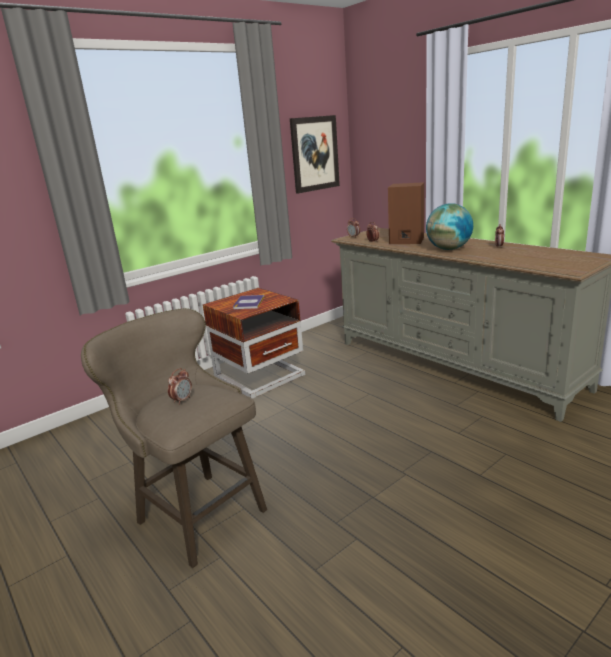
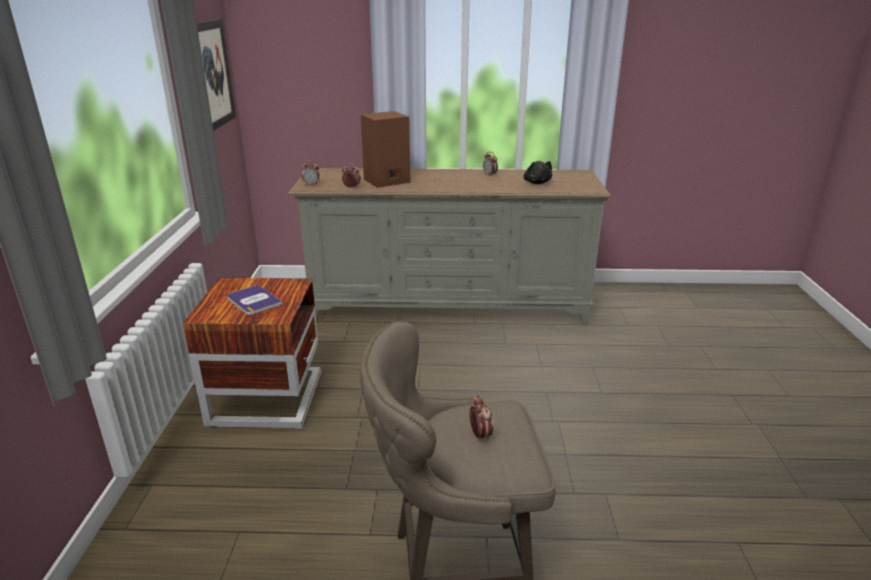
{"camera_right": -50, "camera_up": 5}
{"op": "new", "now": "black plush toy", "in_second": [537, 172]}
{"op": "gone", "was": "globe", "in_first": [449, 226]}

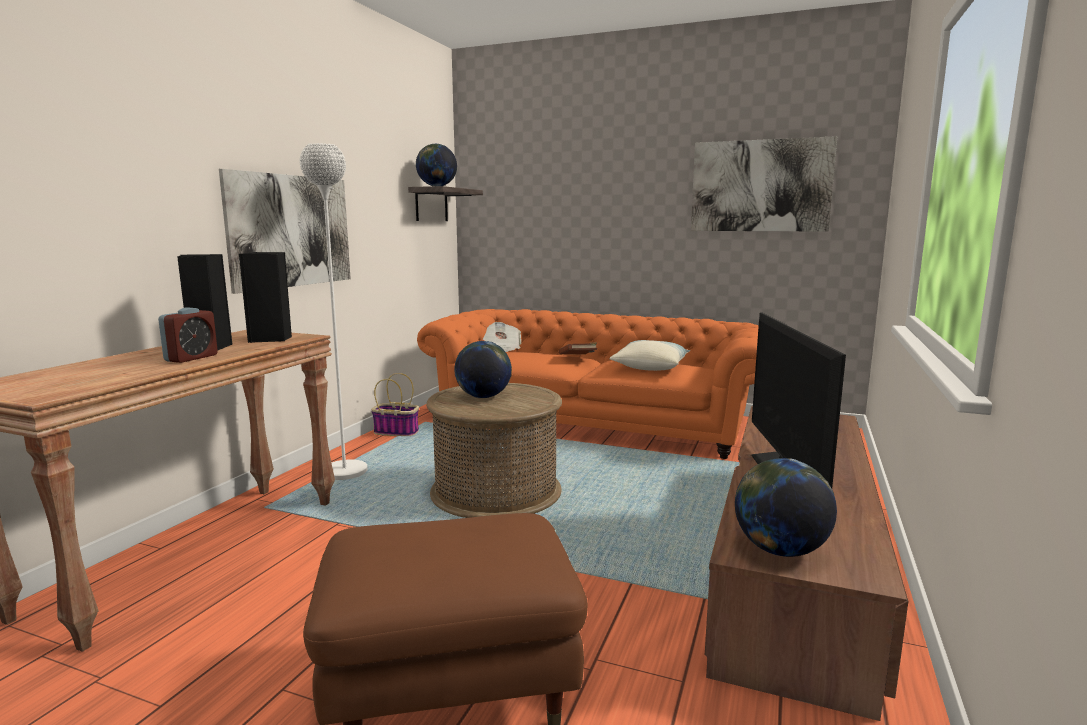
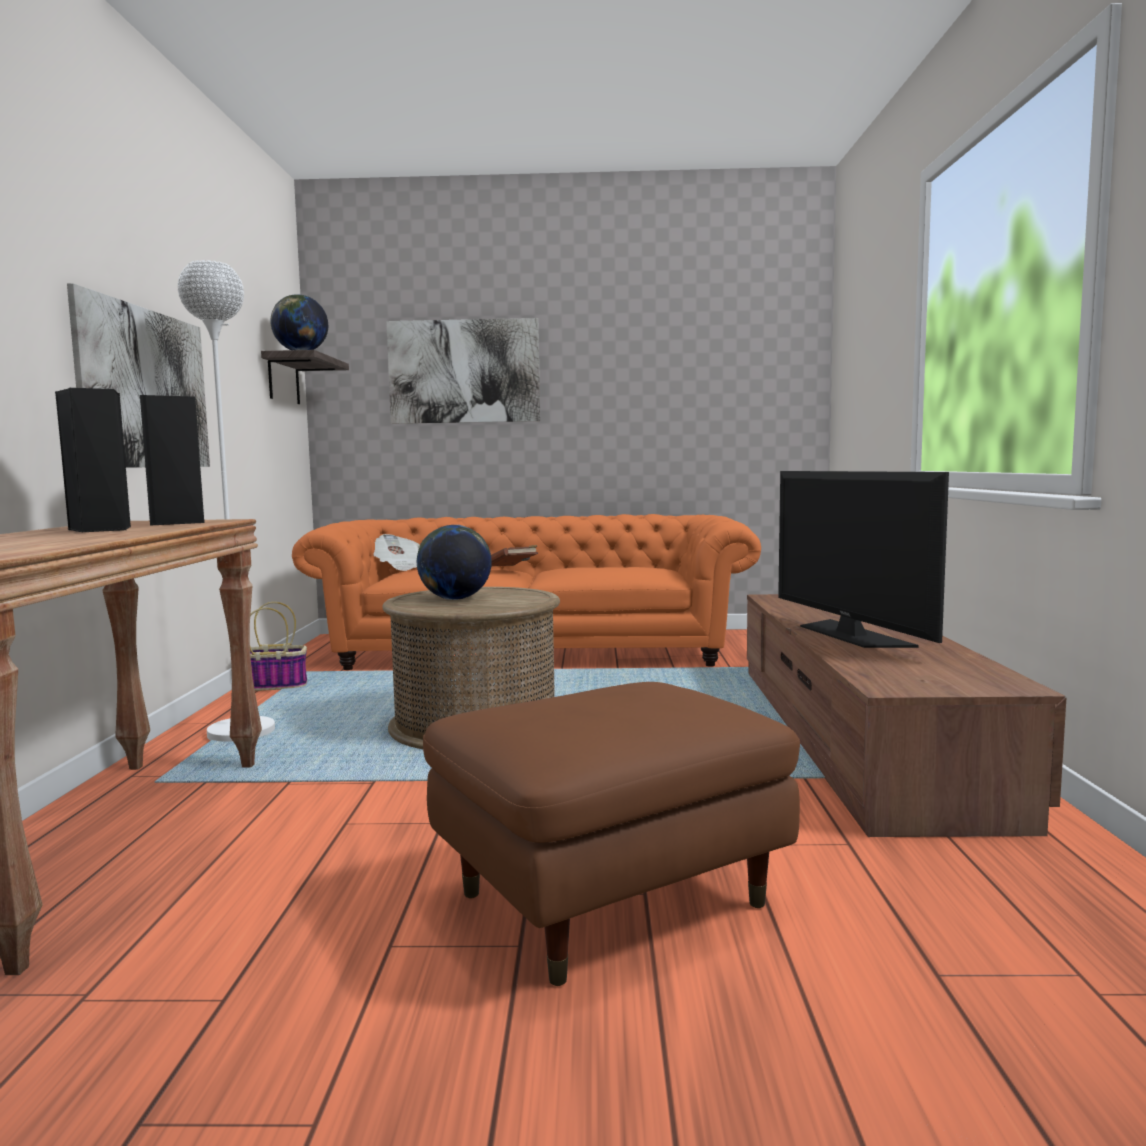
{"camera_right": -20, "camera_up": -5}
{"op": "shifted", "was": "picture", "in_first": [764, 184], "in_second": [463, 371]}
{"op": "gone", "was": "alarm clock", "in_first": [188, 335]}
{"op": "gone", "was": "pillow", "in_first": [649, 355]}
{"op": "gone", "was": "globe", "in_first": [786, 507]}

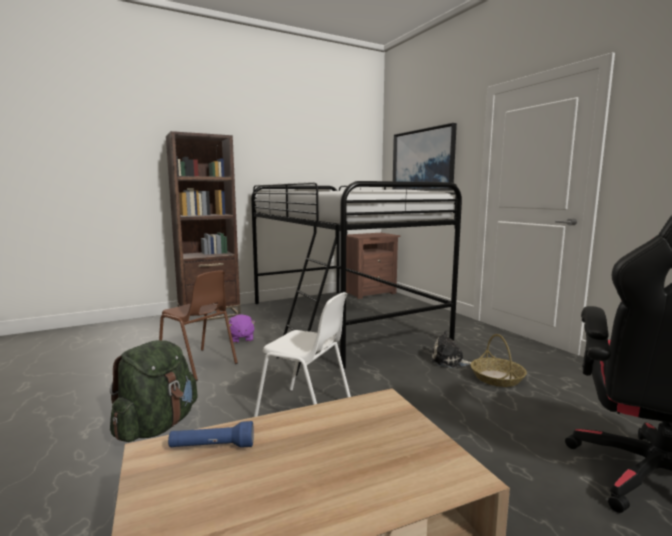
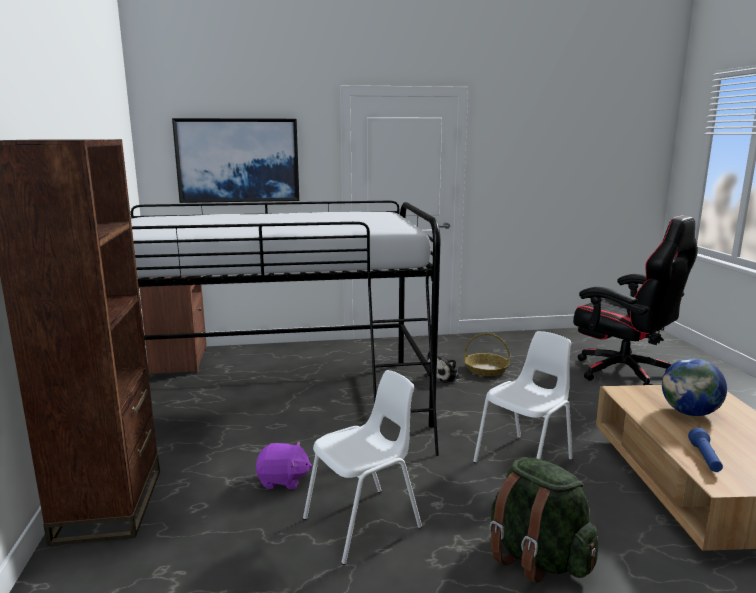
{"camera_right": -70, "camera_up": 5}
{"op": "repainted", "was": "brown chair", "now": "white chair", "in_first": [198, 326], "in_second": [362, 467]}
{"op": "new", "now": "globe", "in_second": [694, 387]}

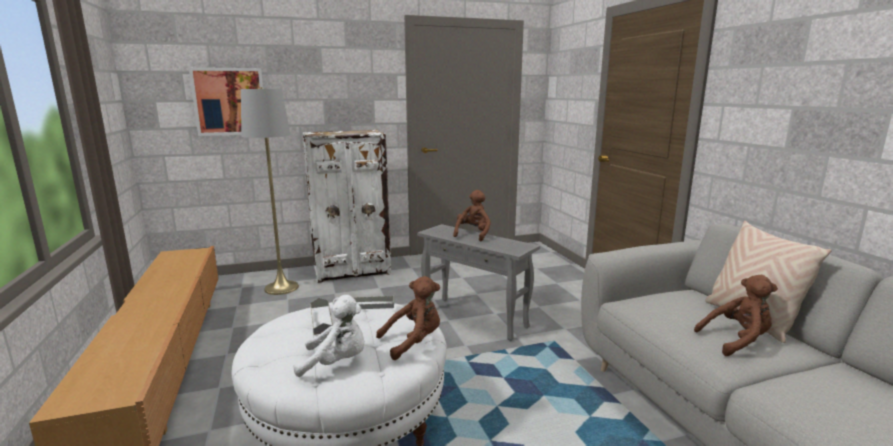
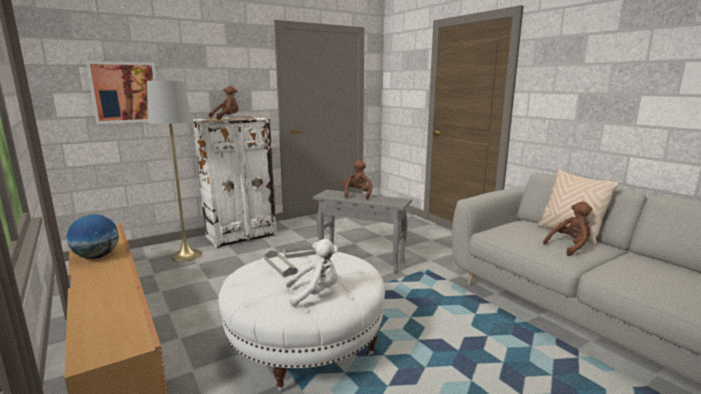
{"camera_right": -15, "camera_up": 0}
{"op": "new", "now": "globe", "in_second": [93, 236]}
{"op": "shifted", "was": "brown plush toy", "in_first": [408, 318], "in_second": [224, 103]}

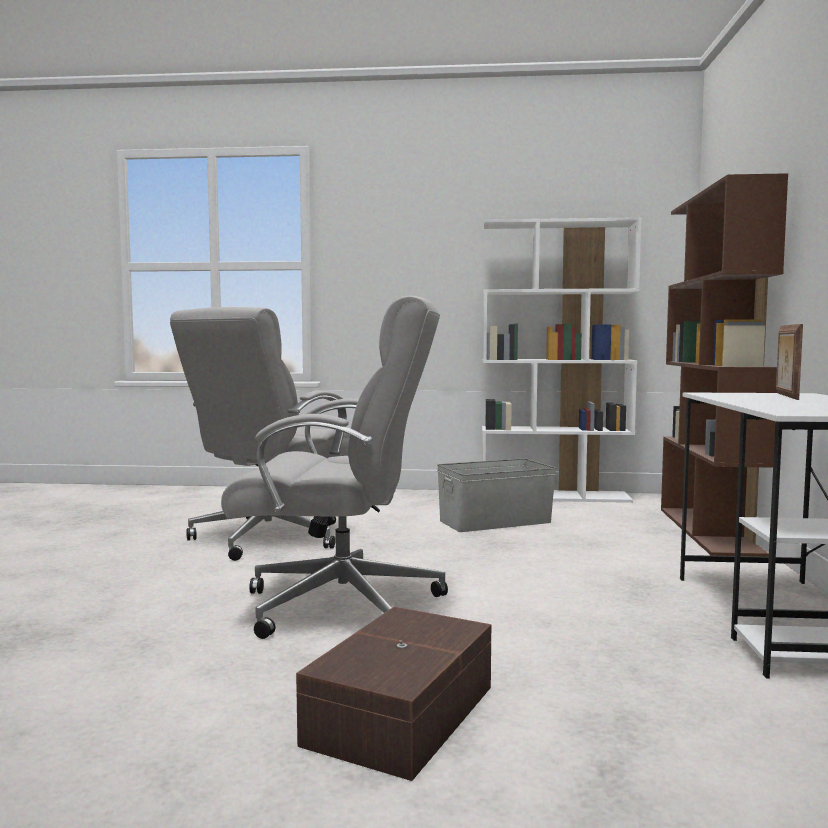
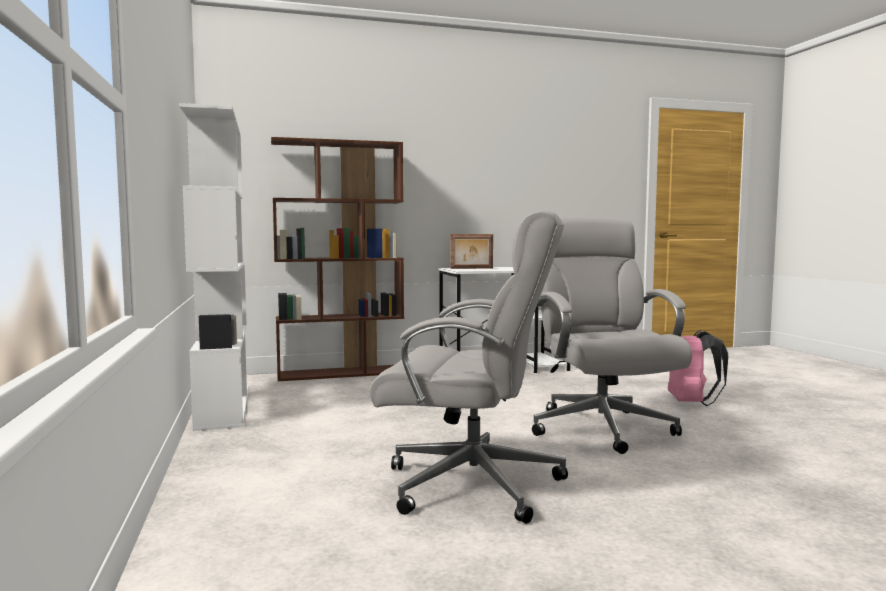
{"camera_right": -110, "camera_up": 0}
{"op": "swapped", "was": "brown storage box", "now": "pink backpack", "in_first": [393, 694], "in_second": [698, 368]}
{"op": "gone", "was": "grey storage box", "in_first": [496, 495]}

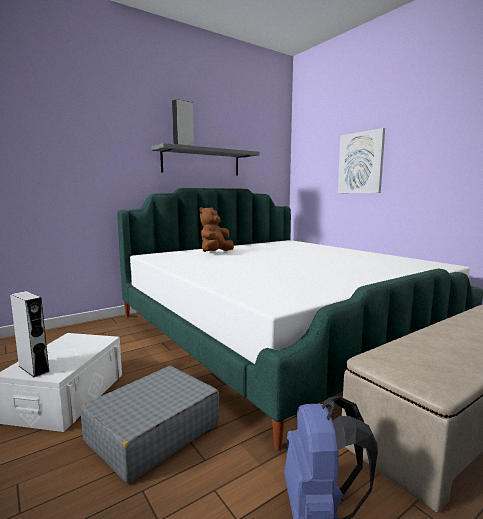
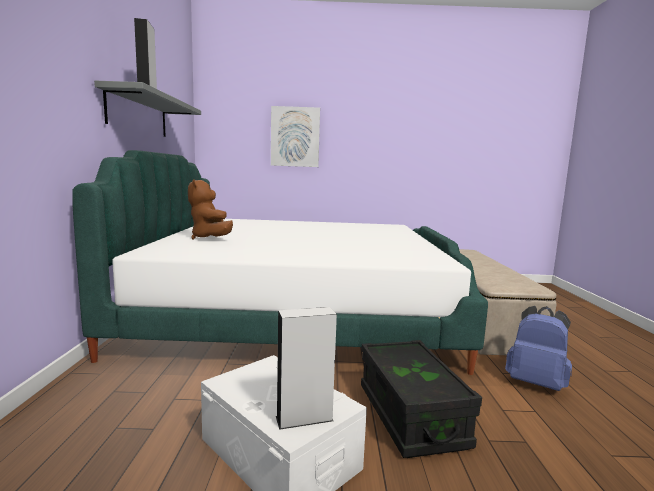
{"camera_right": -55, "camera_up": 0}
{"op": "swapped", "was": "grey suitcase", "now": "black storage box", "in_first": [150, 424], "in_second": [421, 399]}

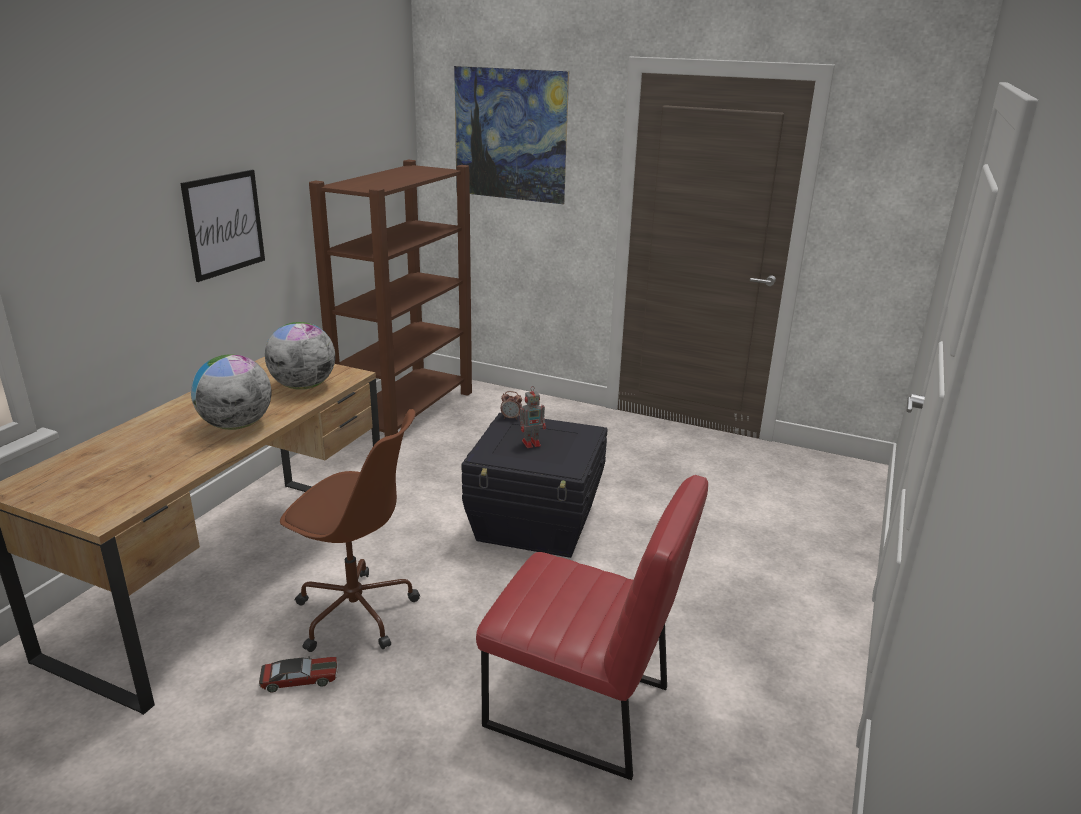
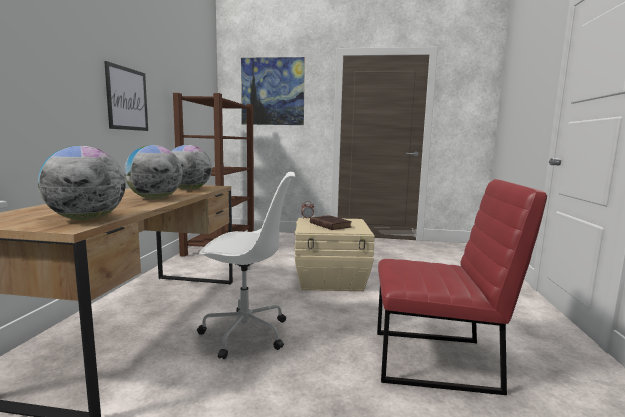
{"camera_right": -15, "camera_up": -15}
{"op": "new", "now": "globe", "in_second": [82, 183]}
{"op": "repainted", "was": "brown office chair", "now": "white office chair", "in_first": [350, 530], "in_second": [246, 265]}
{"op": "repainted", "was": "black storage box", "now": "beige storage box", "in_first": [535, 485], "in_second": [334, 254]}
{"op": "swapped", "was": "toy robot", "now": "brown book", "in_first": [533, 417], "in_second": [331, 222]}
{"op": "gone", "was": "toy car", "in_first": [298, 674]}

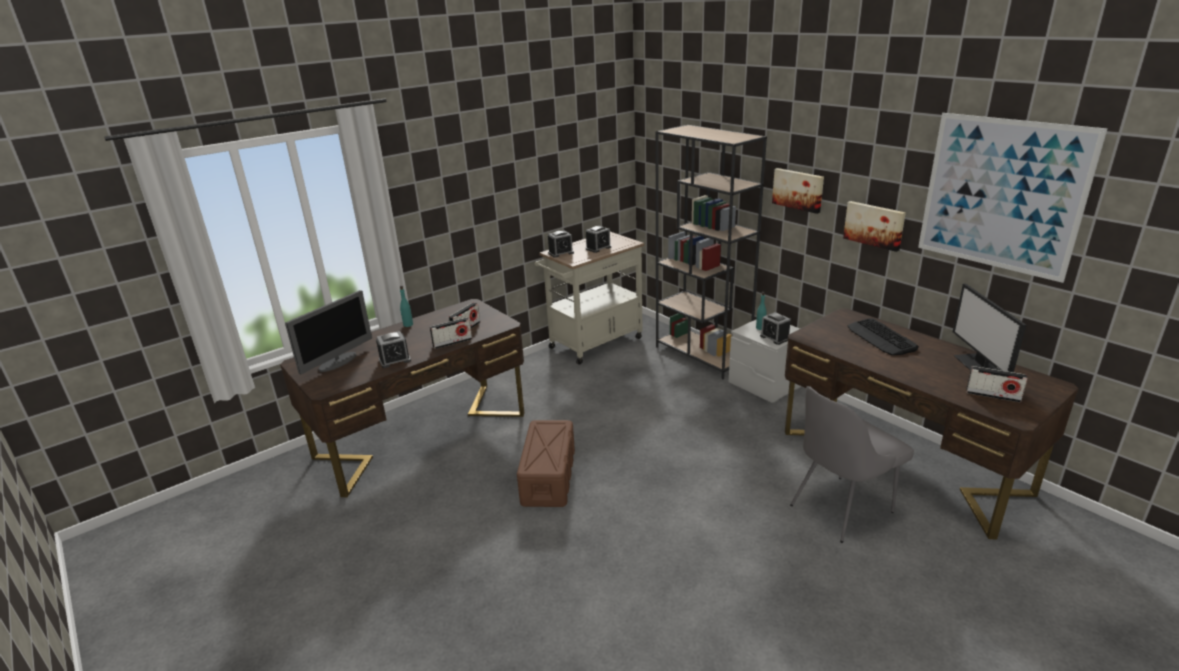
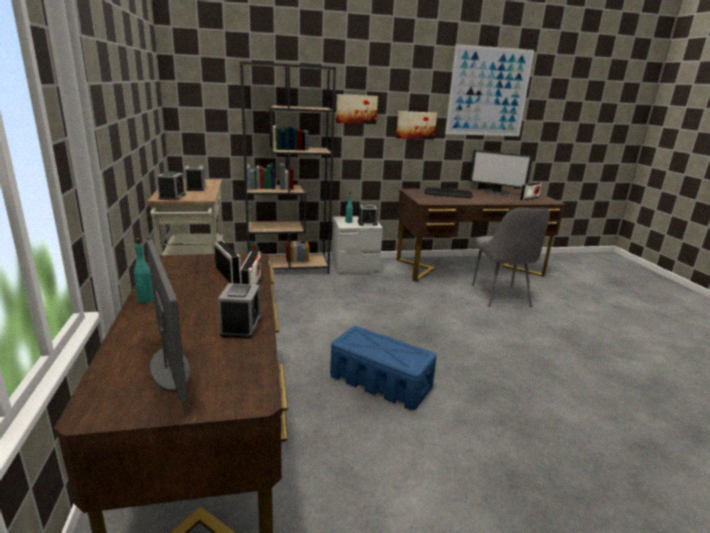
{"camera_right": -65, "camera_up": -5}
{"op": "repainted", "was": "brown storage box", "now": "blue storage box", "in_first": [546, 463], "in_second": [383, 368]}

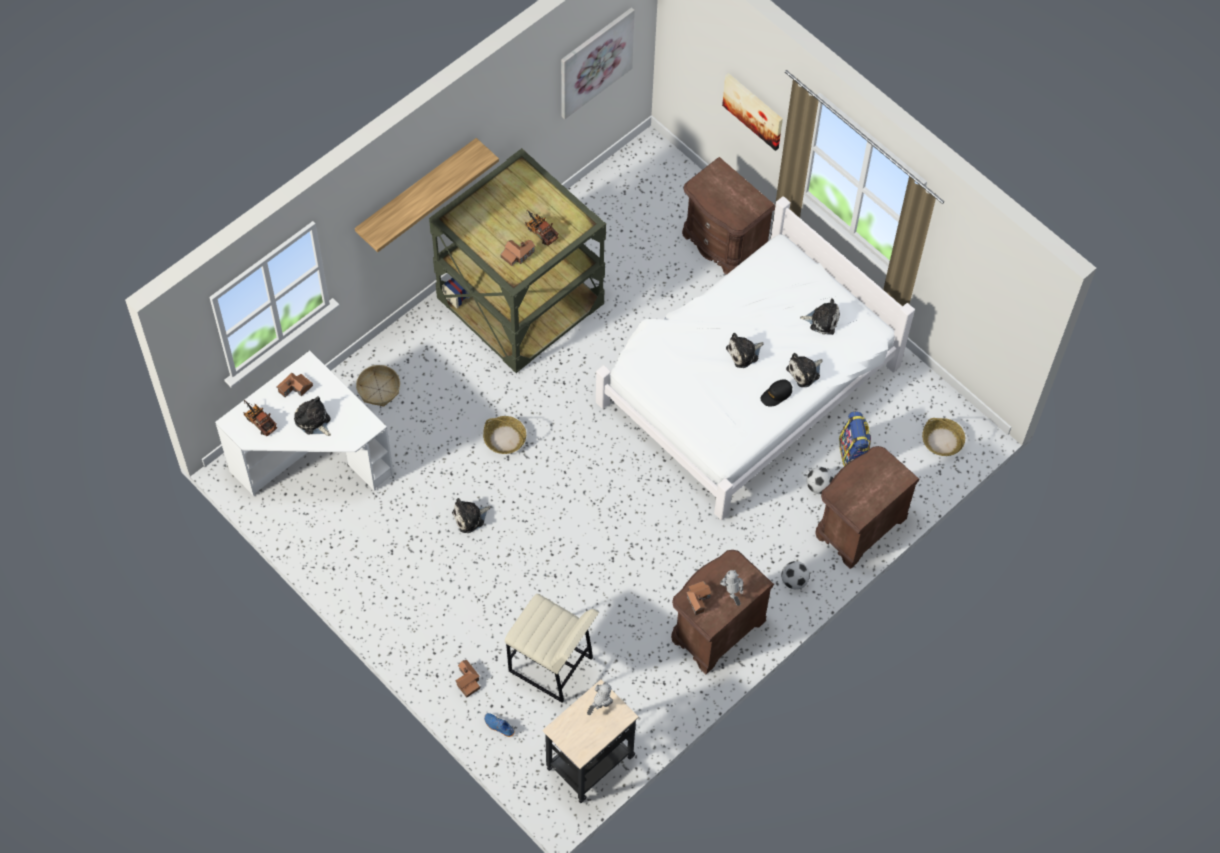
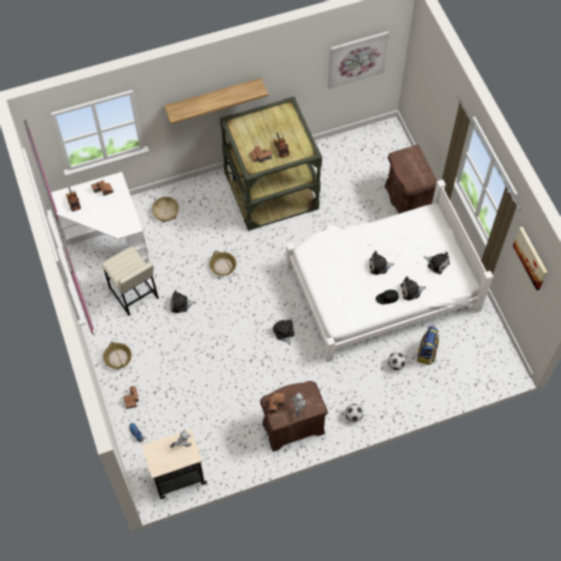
{"camera_right": 25, "camera_up": 0}
{"op": "shifted", "was": "beige chair", "in_first": [552, 648], "in_second": [130, 281]}
{"op": "shifted", "was": "basket", "in_first": [943, 437], "in_second": [117, 355]}
{"op": "shifted", "was": "plush toy", "in_first": [312, 416], "in_second": [283, 332]}
{"op": "shifted", "was": "picture", "in_first": [752, 112], "in_second": [530, 258]}
{"op": "gone", "was": "brown nightstand", "in_first": [867, 507]}

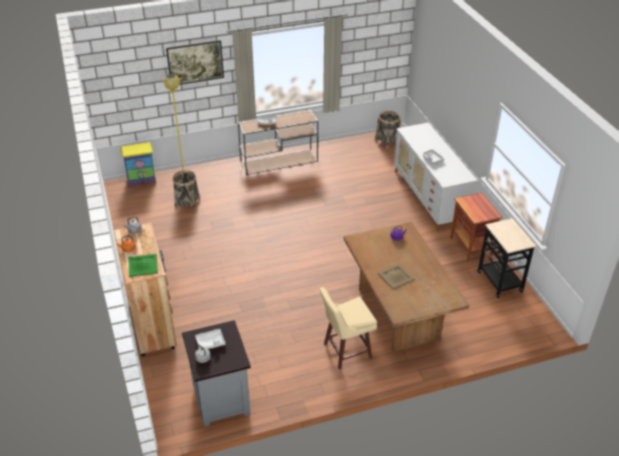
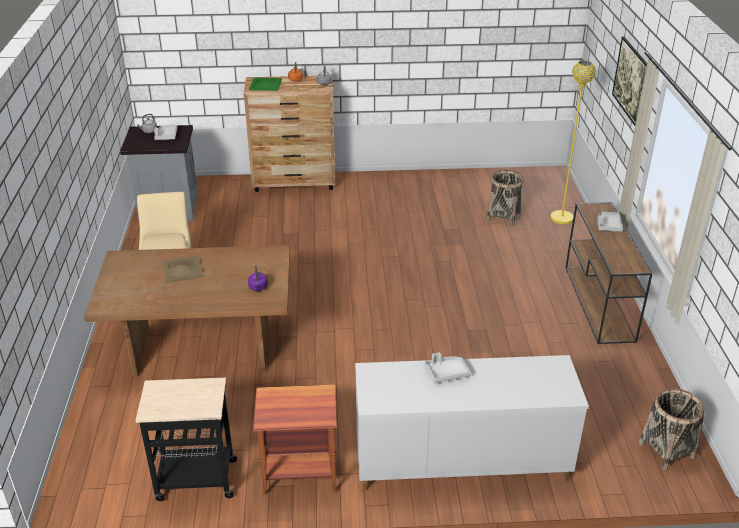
{"camera_right": 105, "camera_up": -5}
{"op": "gone", "was": "nightstand", "in_first": [138, 165]}

